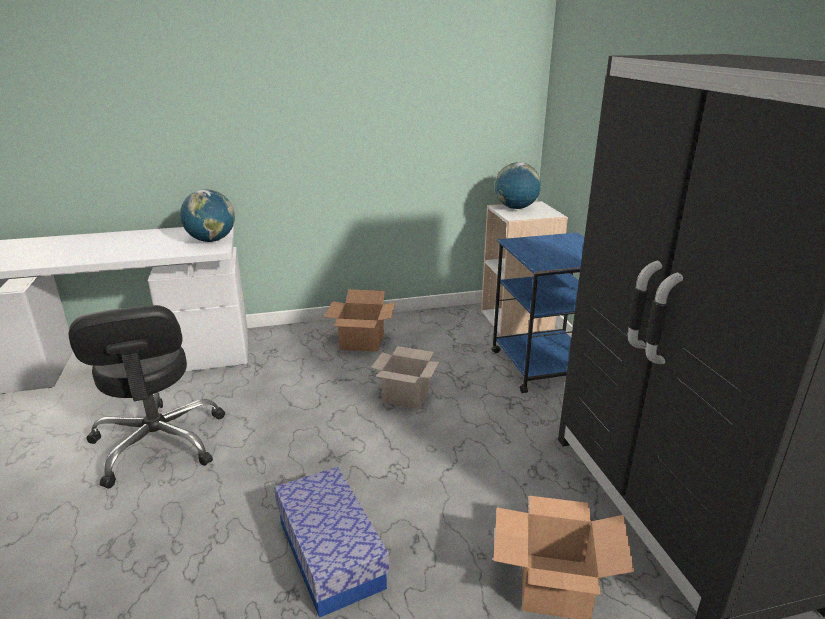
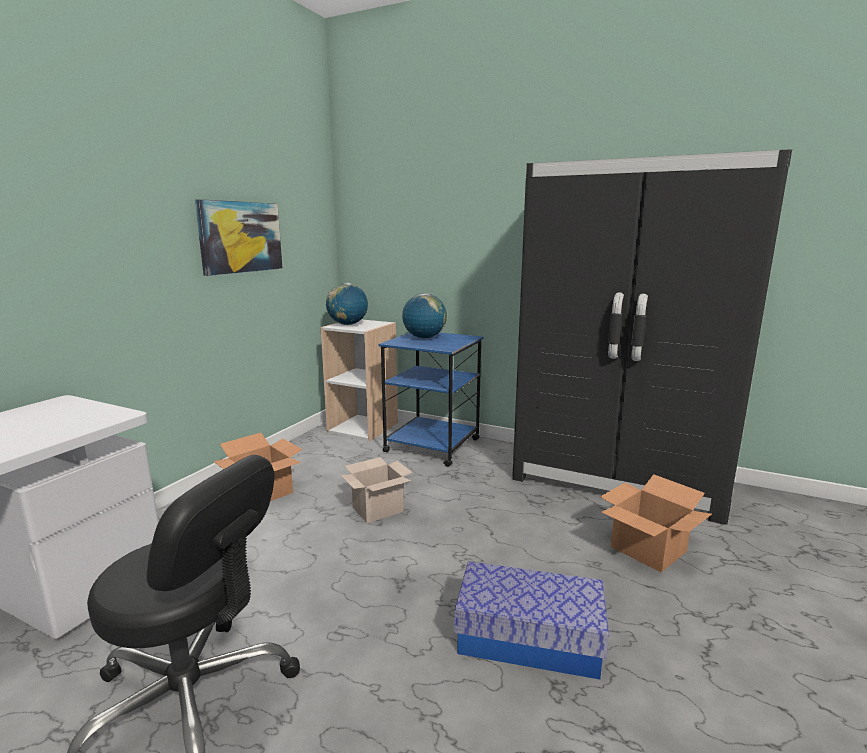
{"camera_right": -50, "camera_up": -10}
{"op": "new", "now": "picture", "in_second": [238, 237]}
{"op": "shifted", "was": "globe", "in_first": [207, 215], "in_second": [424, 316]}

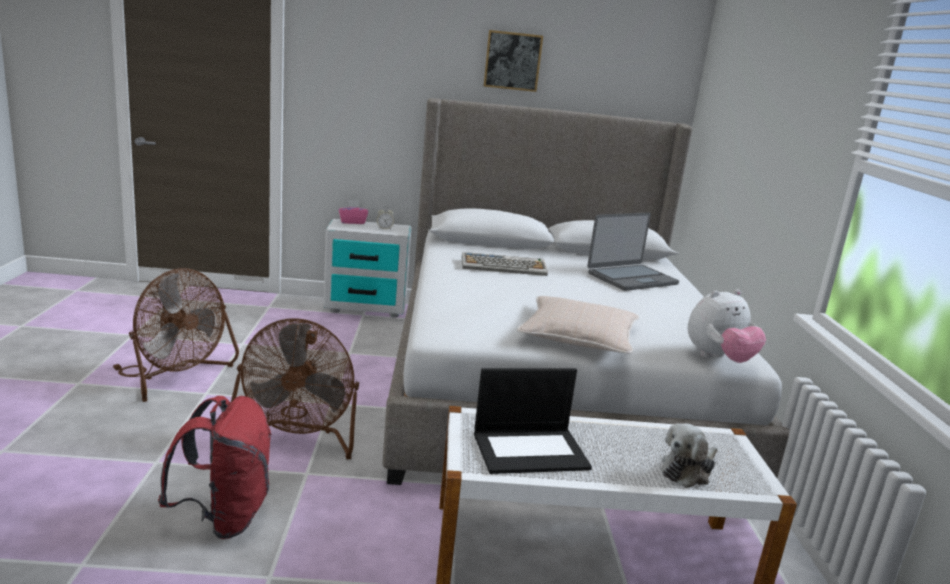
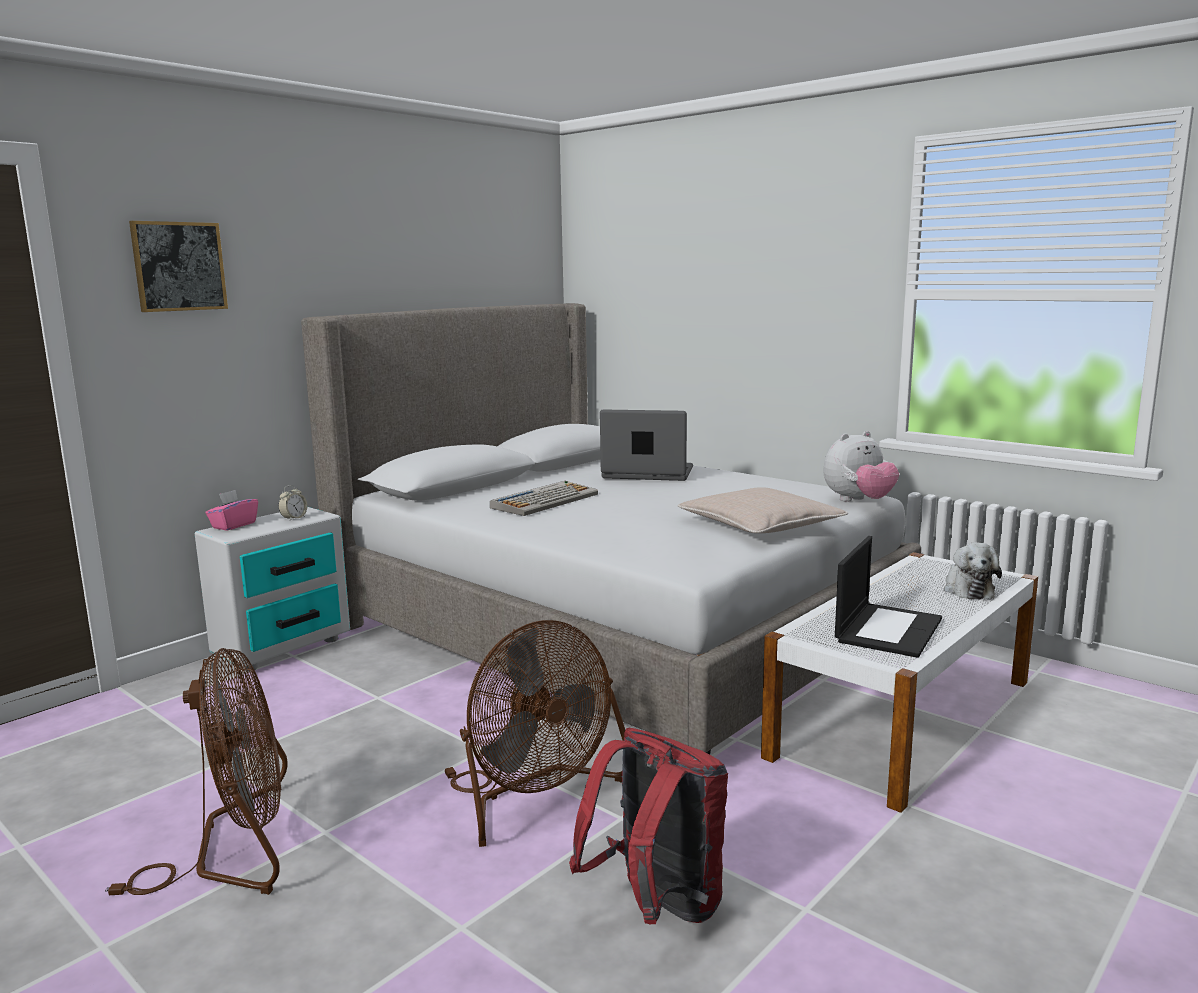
{"camera_right": -45, "camera_up": -5}
{"op": "shifted", "was": "picture", "in_first": [513, 61], "in_second": [178, 266]}
{"op": "rotated", "was": "laptop", "in_first": [633, 252], "in_second": [646, 445], "clockwise": -90}
{"op": "rotated", "was": "plush toy", "in_first": [727, 326], "in_second": [861, 466], "clockwise": 45}

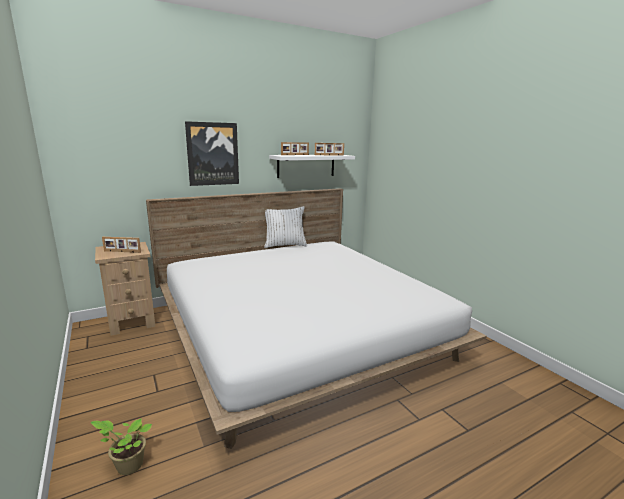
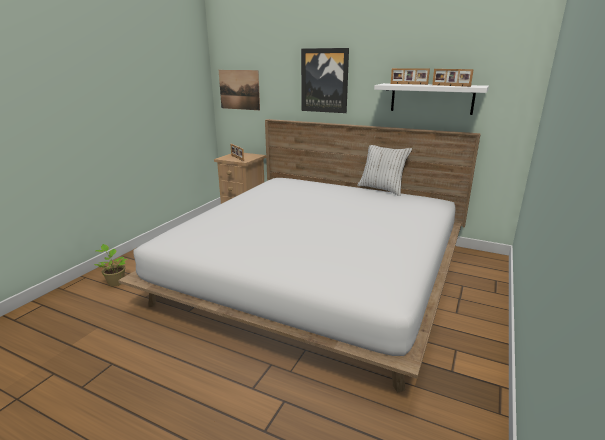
{"camera_right": 55, "camera_up": 5}
{"op": "new", "now": "picture", "in_second": [239, 90]}

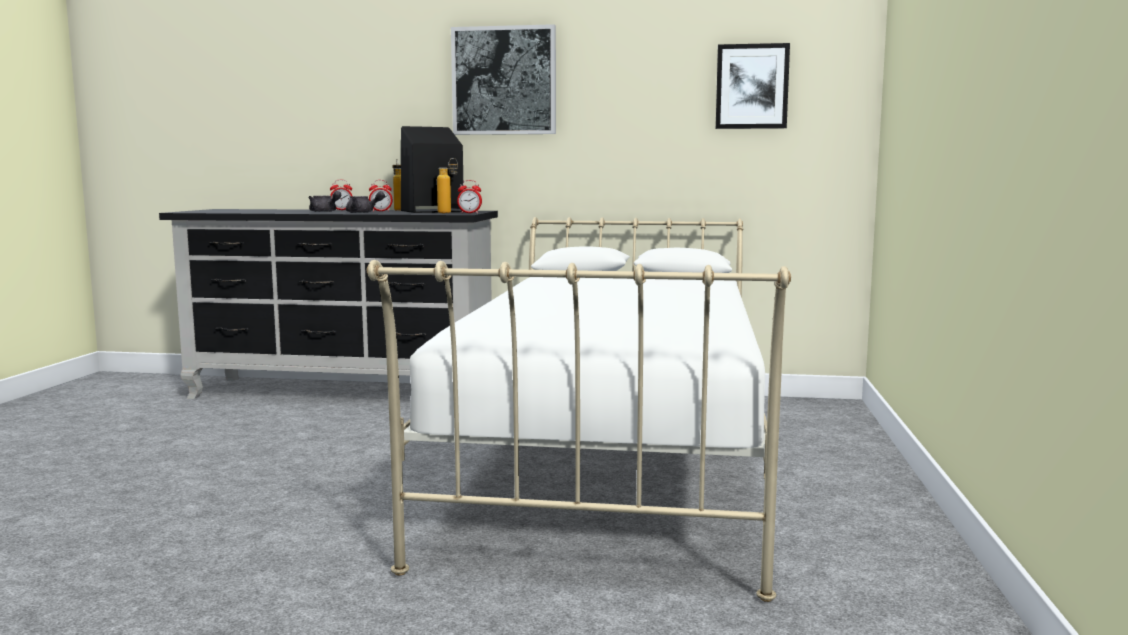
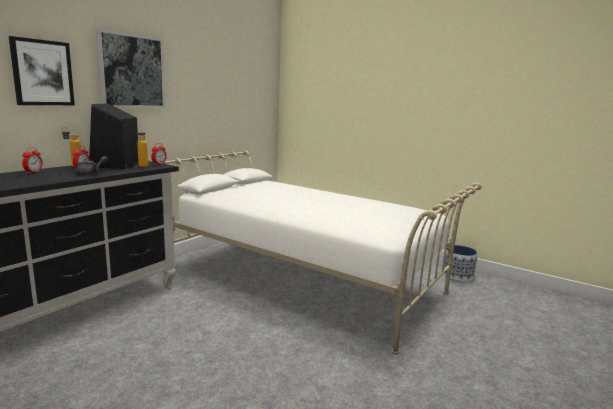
{"camera_right": -65, "camera_up": 5}
{"op": "shifted", "was": "picture", "in_first": [753, 86], "in_second": [42, 70]}
{"op": "new", "now": "planter", "in_second": [461, 263]}
{"op": "gone", "was": "grey teapot", "in_first": [324, 201]}

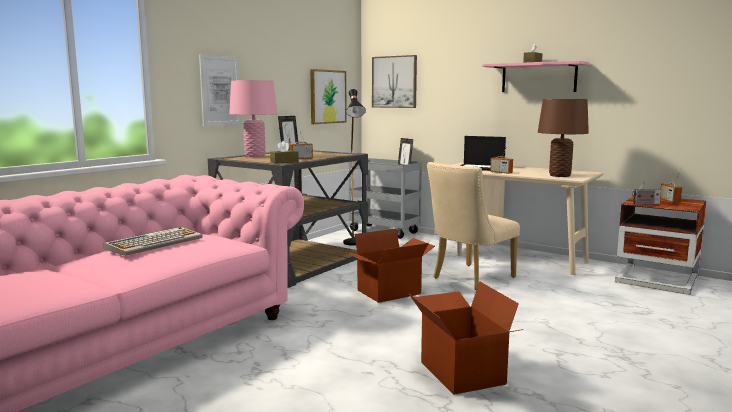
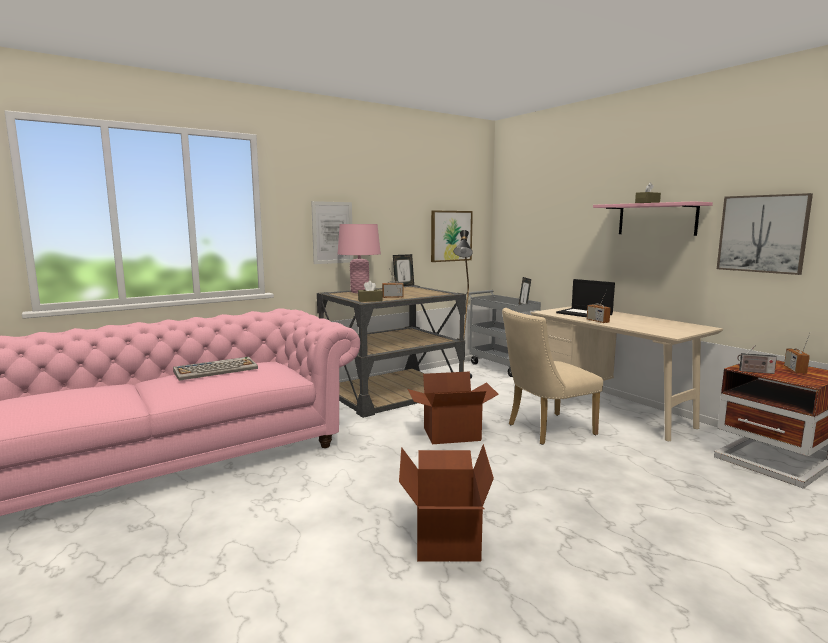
{"camera_right": 20, "camera_up": 0}
{"op": "shifted", "was": "picture", "in_first": [394, 81], "in_second": [765, 234]}
{"op": "gone", "was": "brown table lamp", "in_first": [563, 138]}

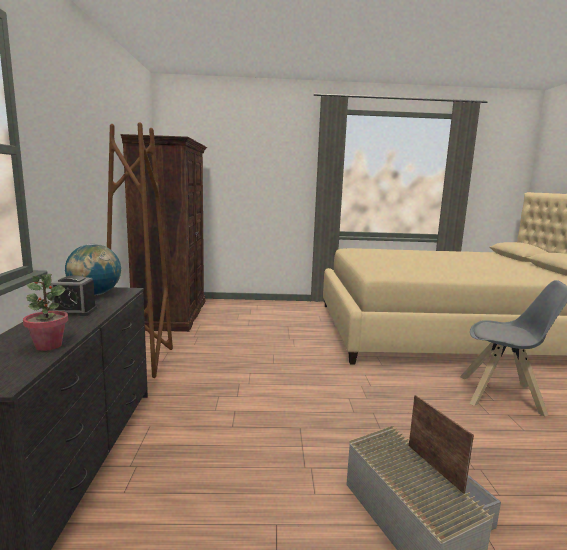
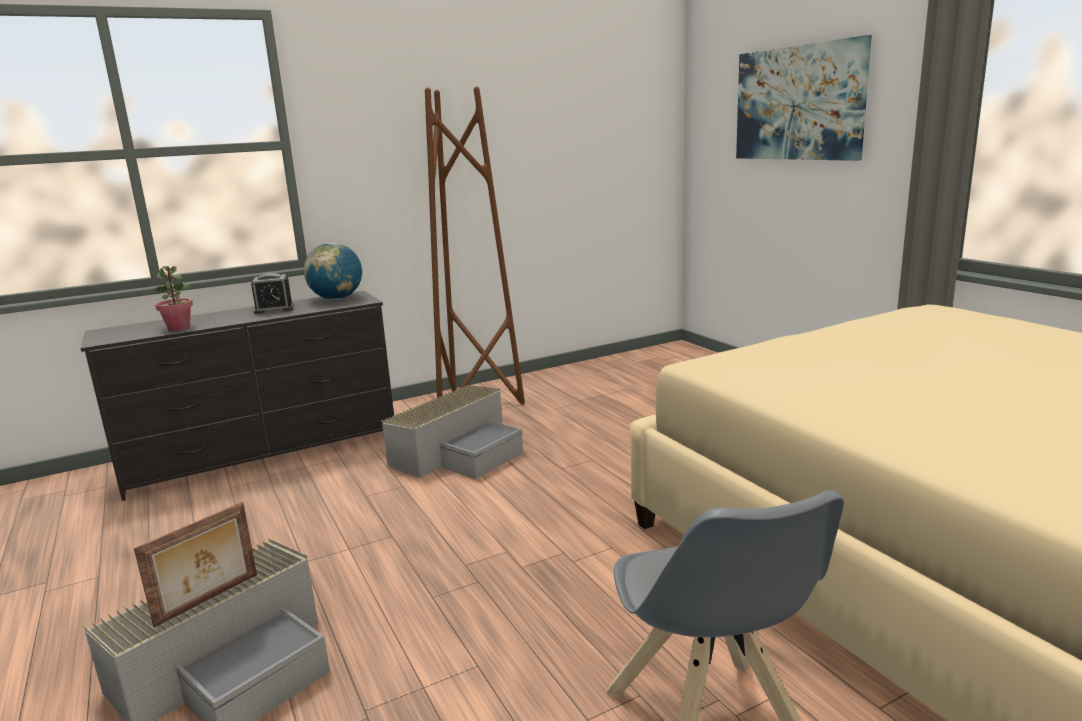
{"camera_right": 65, "camera_up": 5}
{"op": "rotated", "was": "alarm clock", "in_first": [74, 295], "in_second": [272, 293], "clockwise": -75}
{"op": "new", "now": "grey storage box", "in_second": [452, 432]}
{"op": "new", "now": "picture", "in_second": [804, 98]}
{"op": "gone", "was": "brown wardrobe", "in_first": [164, 233]}

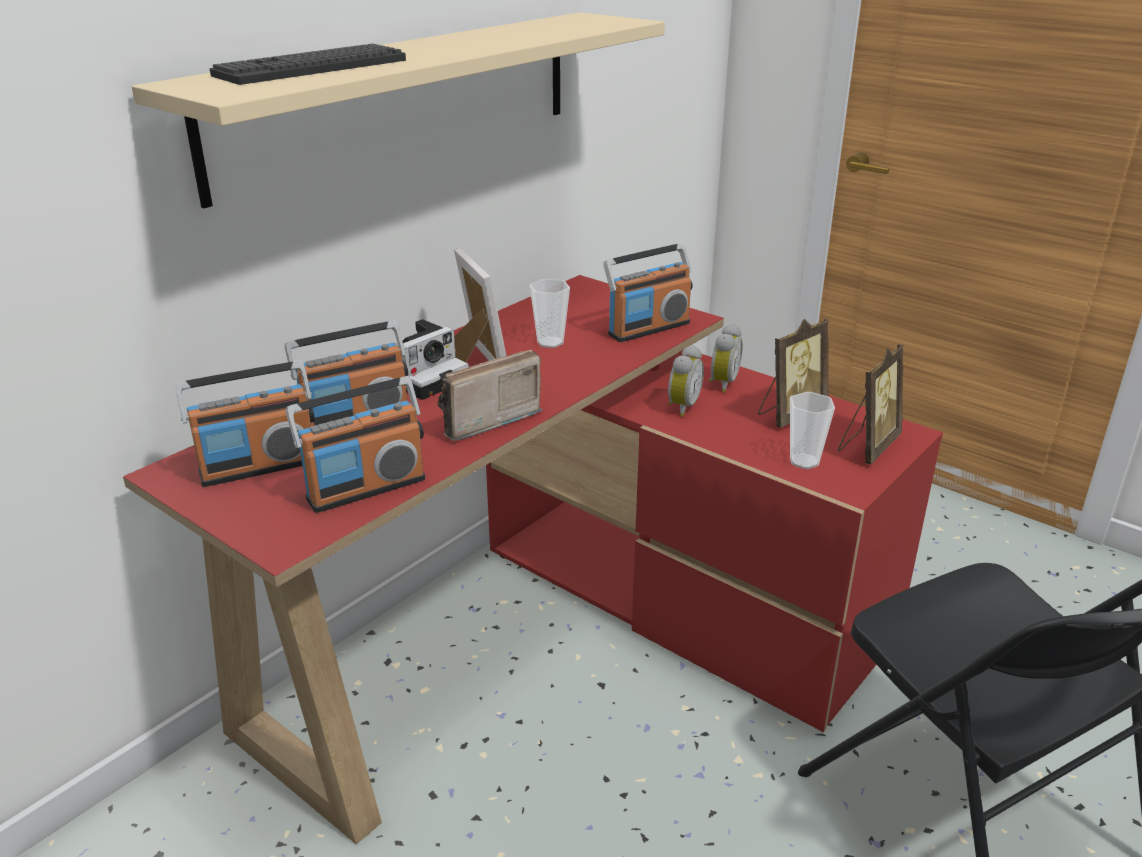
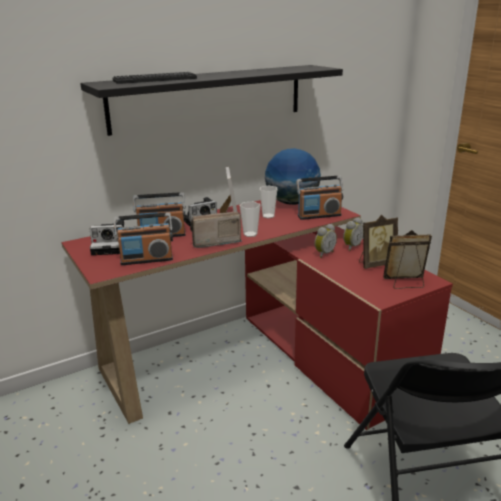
{"camera_right": 20, "camera_up": -5}
{"op": "repainted", "was": "beige shelf", "now": "black shelf", "in_first": [398, 110], "in_second": [211, 100]}
{"op": "swapped", "was": "radio", "now": "photo camera", "in_first": [245, 423], "in_second": [107, 237]}
{"op": "shifted", "was": "cup", "in_first": [812, 430], "in_second": [250, 219]}
{"op": "new", "now": "globe", "in_second": [293, 176]}
{"op": "rotated", "was": "picture frame", "in_first": [870, 404], "in_second": [407, 259], "clockwise": -150}

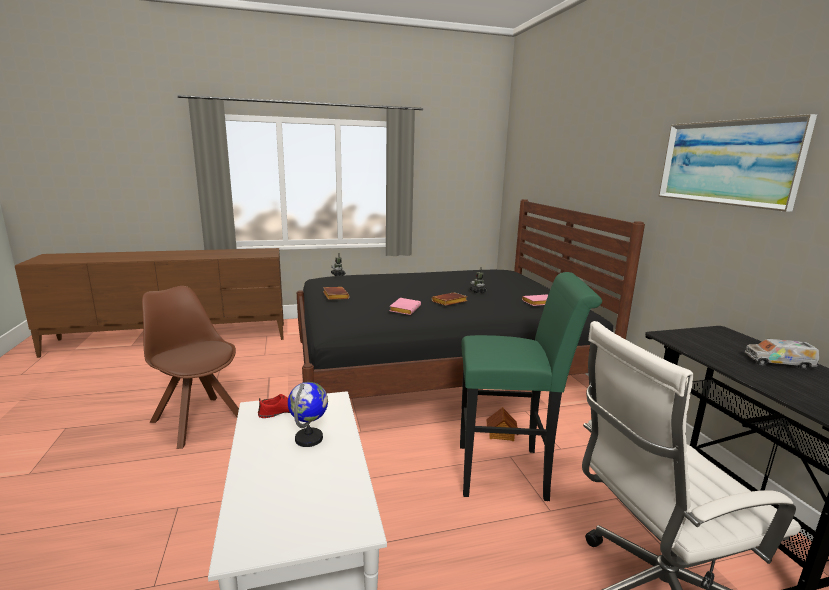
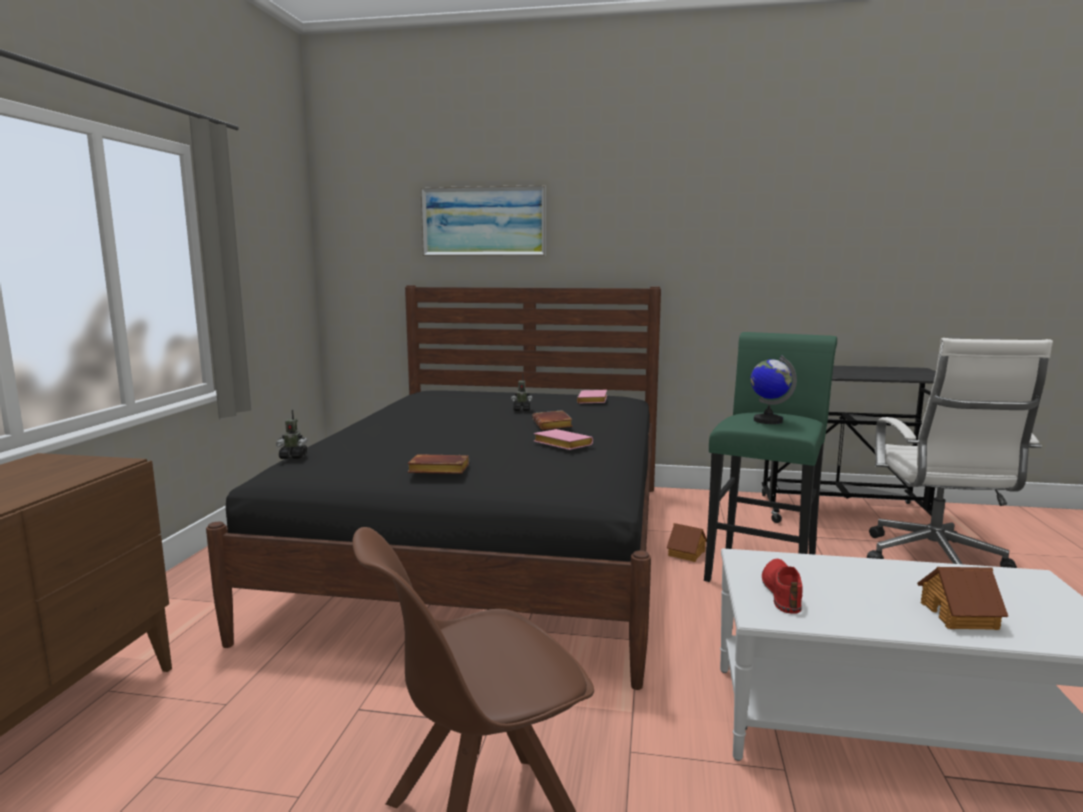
{"camera_right": -65, "camera_up": -5}
{"op": "shifted", "was": "picture", "in_first": [737, 163], "in_second": [483, 220]}
{"op": "shifted", "was": "globe", "in_first": [308, 414], "in_second": [774, 389]}
{"op": "new", "now": "toy house", "in_second": [962, 598]}
{"op": "gone", "was": "toy truck", "in_first": [782, 354]}

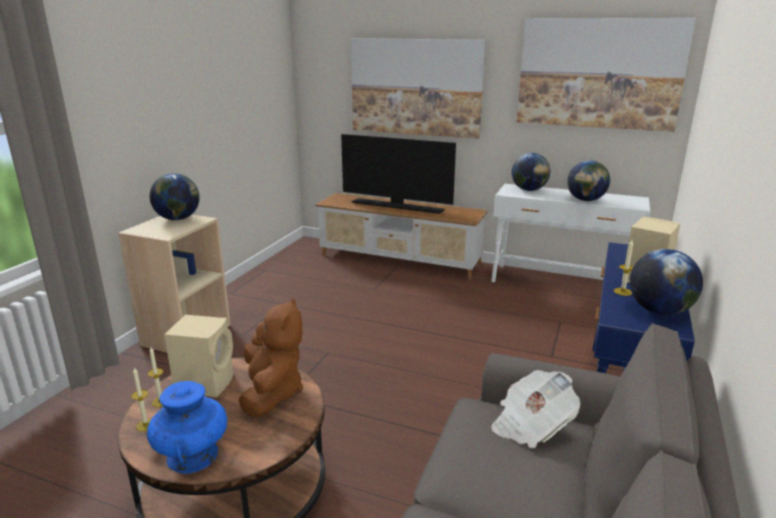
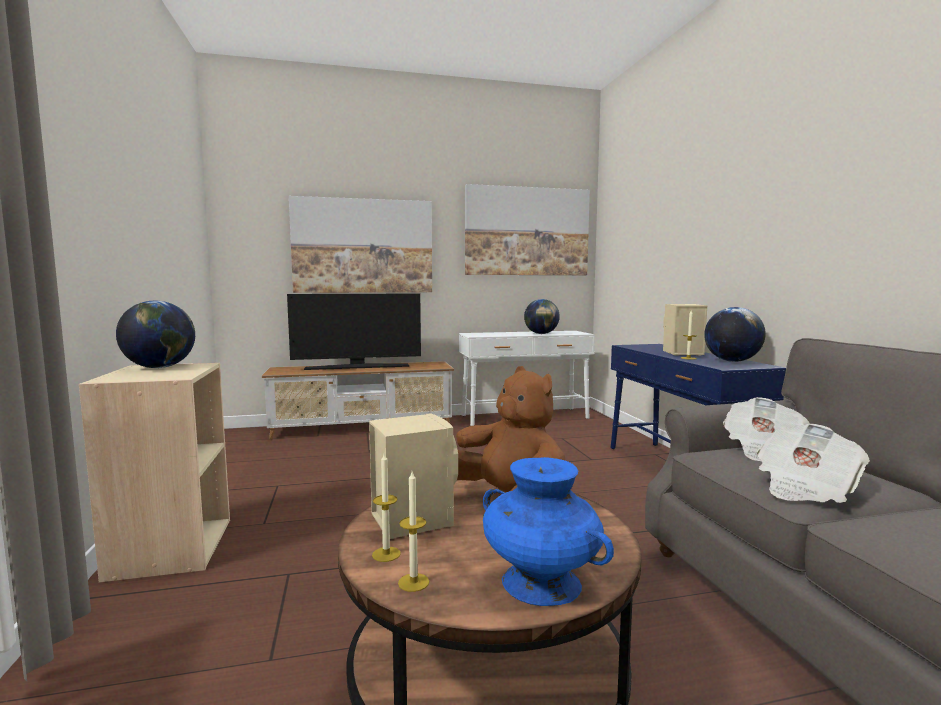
{"camera_right": -35, "camera_up": -15}
{"op": "new", "now": "newspaper", "in_second": [813, 463]}
{"op": "gone", "was": "globe", "in_first": [531, 172]}

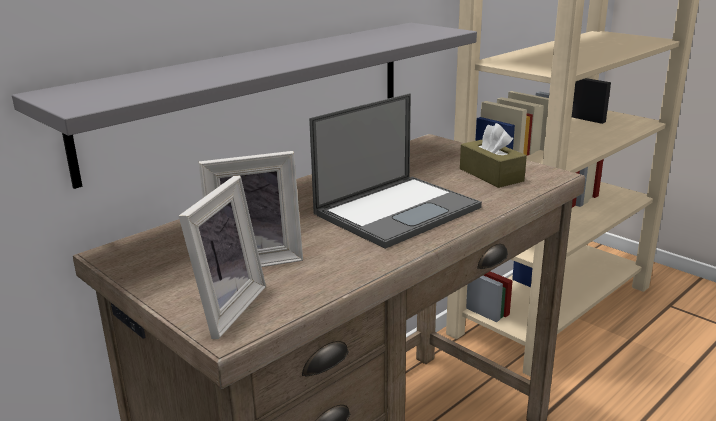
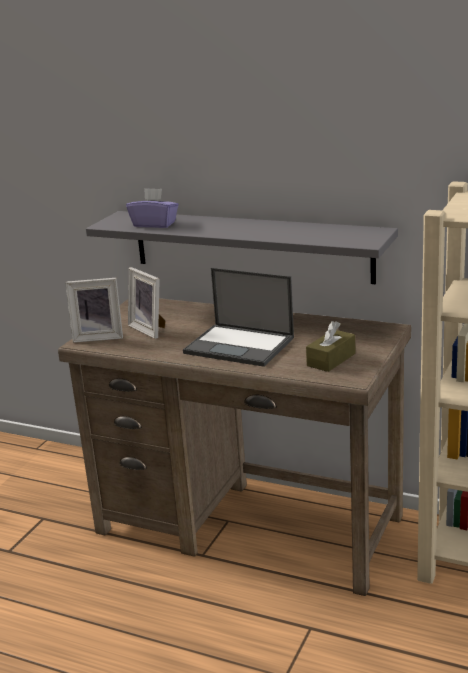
{"camera_right": 70, "camera_up": 0}
{"op": "new", "now": "purple tissue box", "in_second": [152, 208]}

